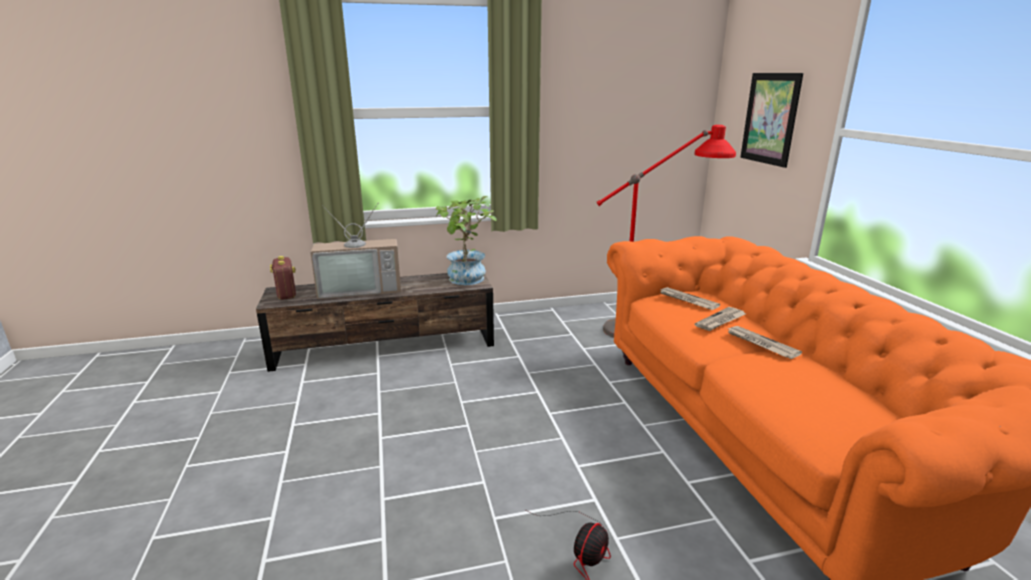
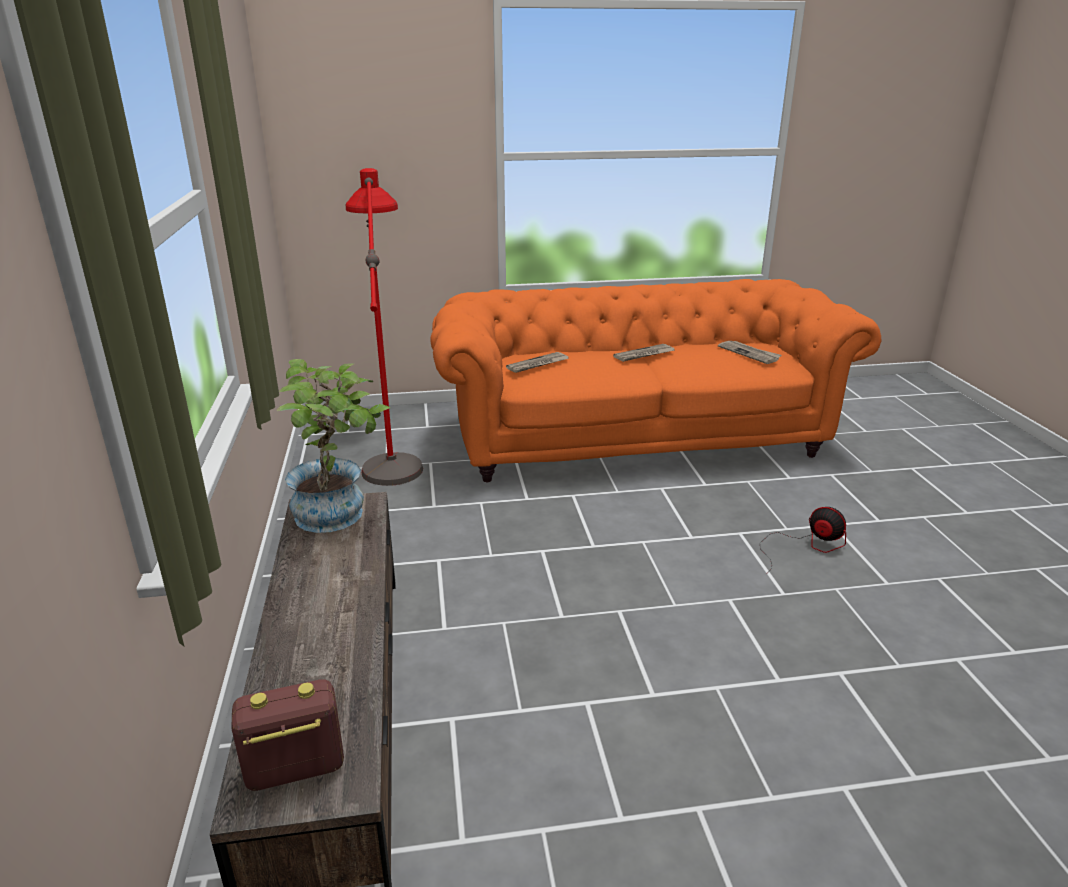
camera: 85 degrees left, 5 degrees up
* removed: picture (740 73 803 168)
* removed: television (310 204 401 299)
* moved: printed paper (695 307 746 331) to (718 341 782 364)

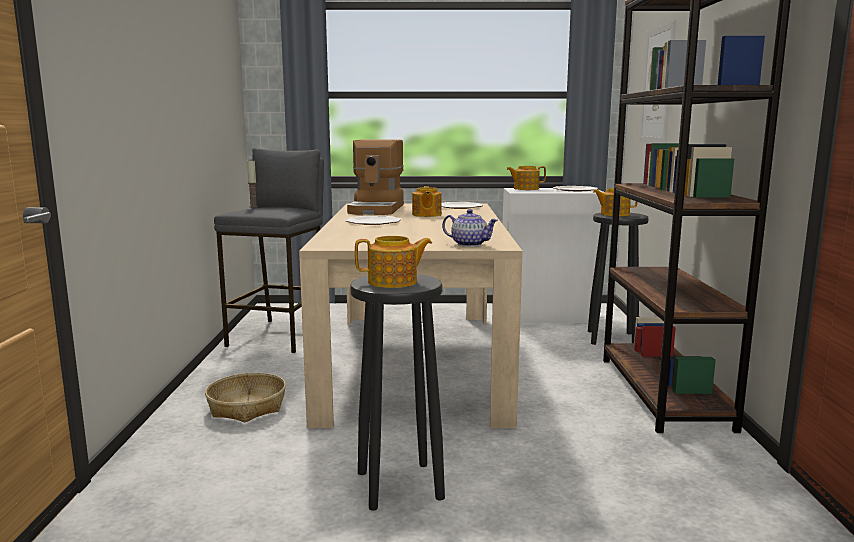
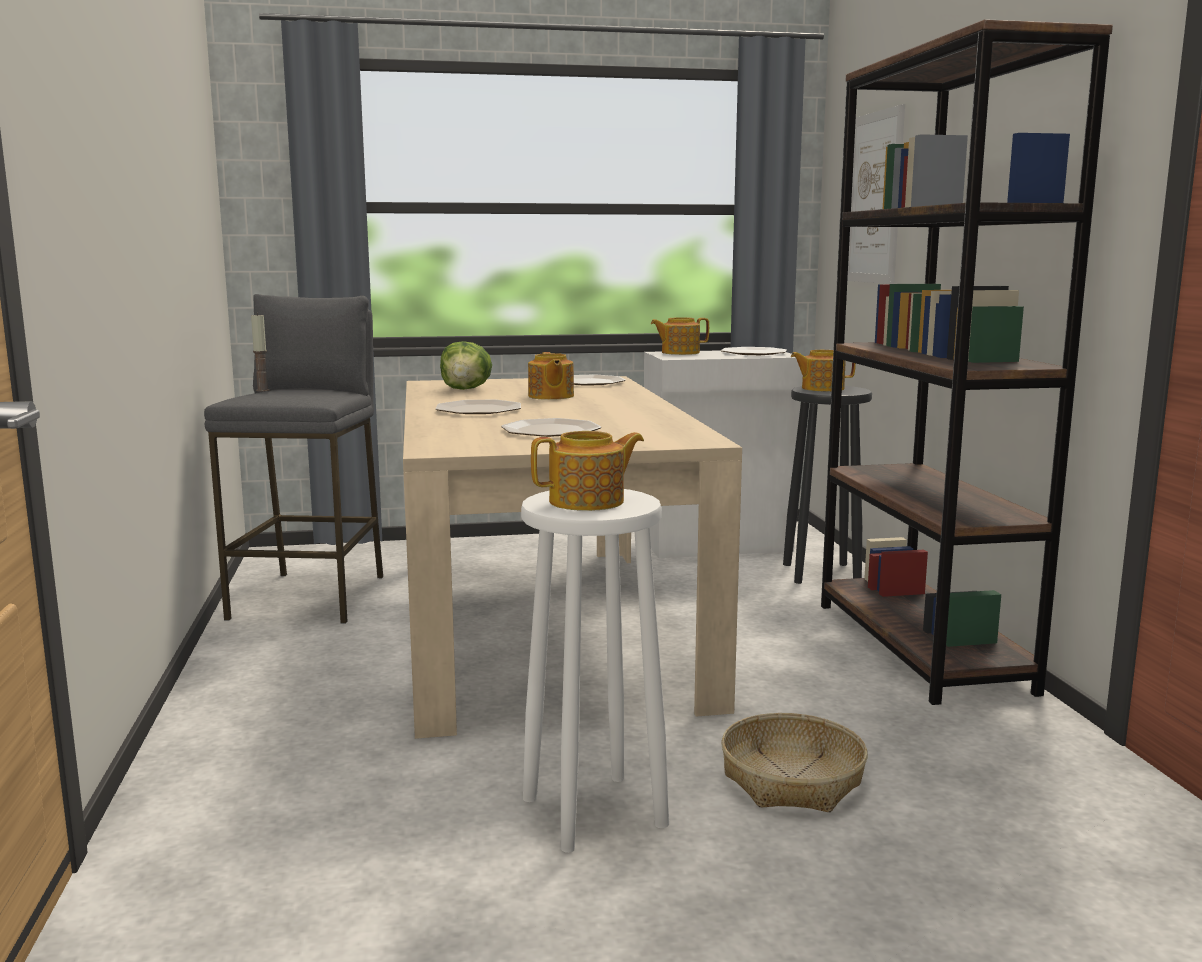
camera: 10 degrees left, 0 degrees up
* replaced: coffee brewer (347 139 404 215) to lettuce (440 341 492 390)
* removed: tea pot (442 209 498 247)
* recoloured: blackish stool (350 274 445 511) to white-coloured stool (521 489 669 853)
* moved: storage basket (205 373 286 422) to (721 713 868 812)
* added: dinner plate (501 418 601 437)

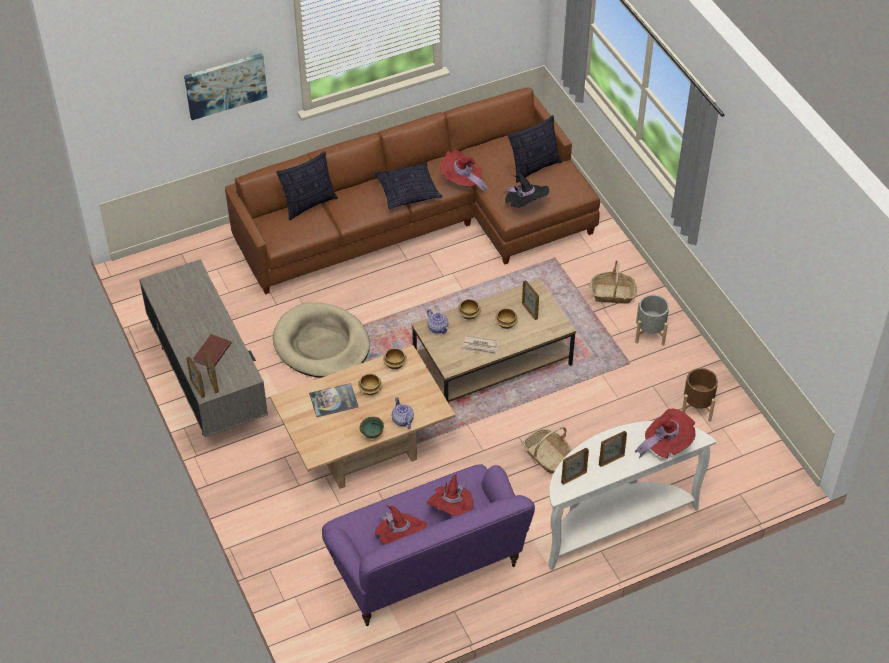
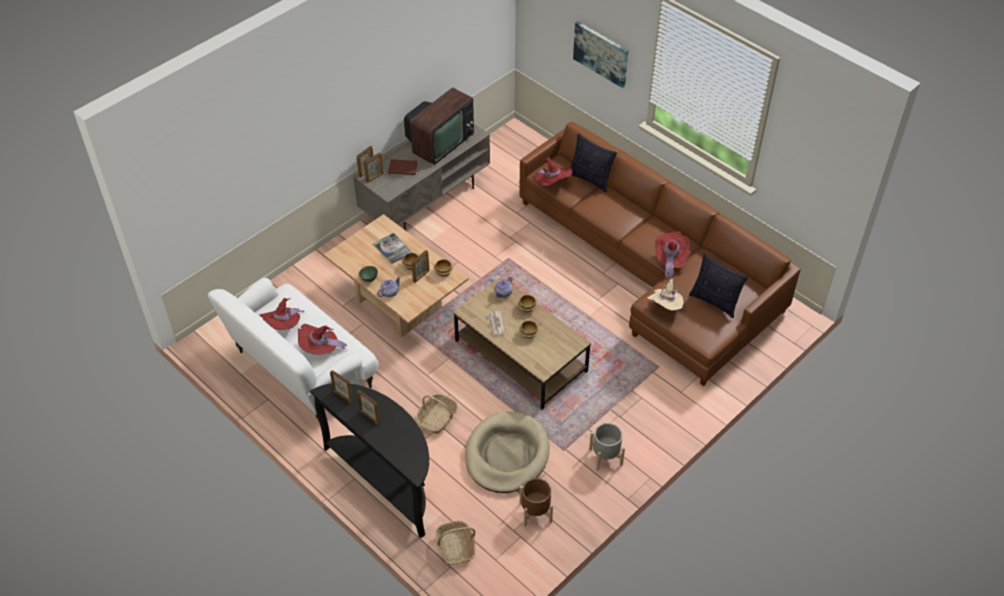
camera: 70 degrees right, 0 degrees up
* removed: pillow (374 161 442 210)
* recoloured: blackish clothing hat (504 174 549 208) to sand-coloured clothing hat (647 279 684 311)
* moved: storage basket (591 260 637 304) to (436 520 476 565)
* moved: picture frame (522 280 539 320) to (411 250 429 283)
* moved: sand-coloured pet bed (273 302 370 378) to (465 412 550 493)
* moved: red clothing hat (635 409 695 459) to (535 158 572 186)
* recoloured: white-coloured hall table (548 421 716 570) to blackish hall table (310 383 429 538)
* recoloured: purple sofa (322 464 535 626) to white-coloured sofa (208 278 379 420)
* added: television (404 87 474 165)

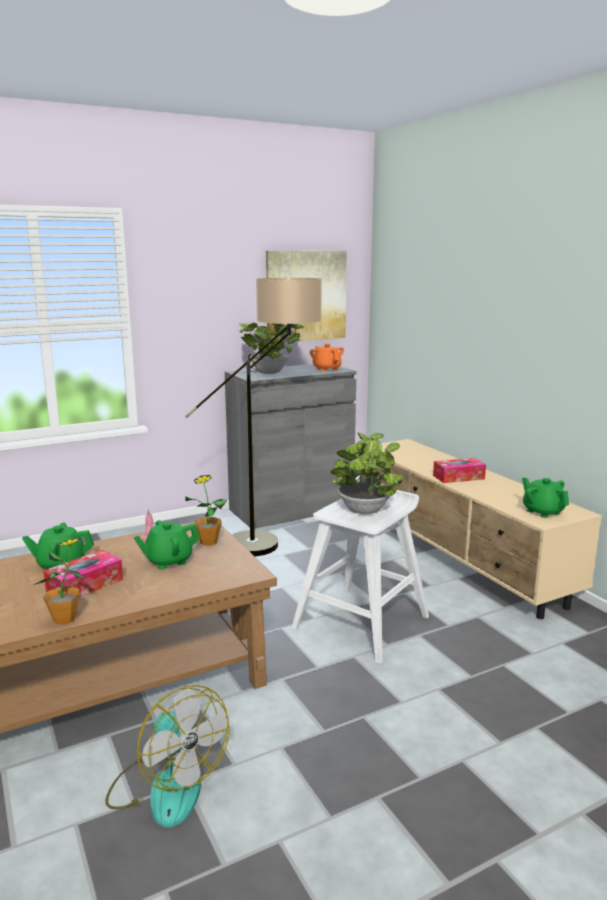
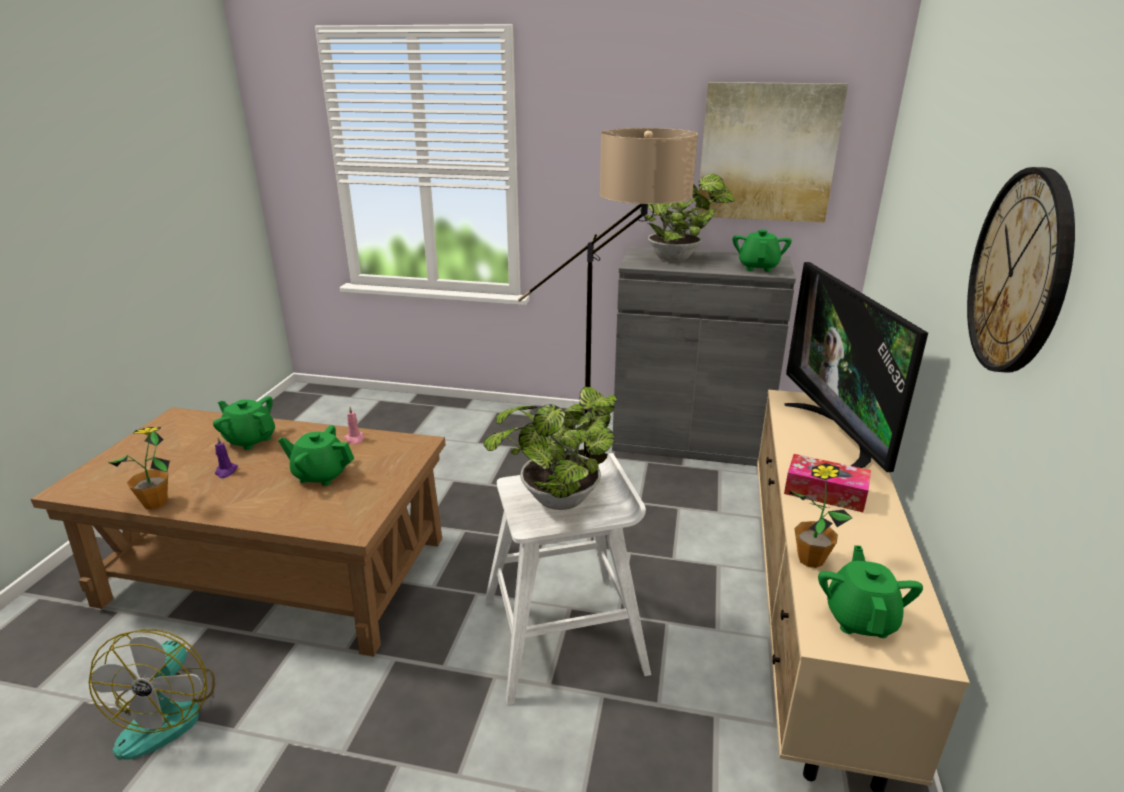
camera: 40 degrees right, 10 degrees up
* recoloured: orangey tea pot (310 344 344 372) to green tea pot (733 230 792 272)
* moved: houseplant (185 475 227 546) to (790 463 852 568)
* replaced: tissue holder (43 550 123 597) to purple wax candle (215 437 238 478)
* added: wall clock (967 167 1075 373)
* added: television (784 262 928 472)

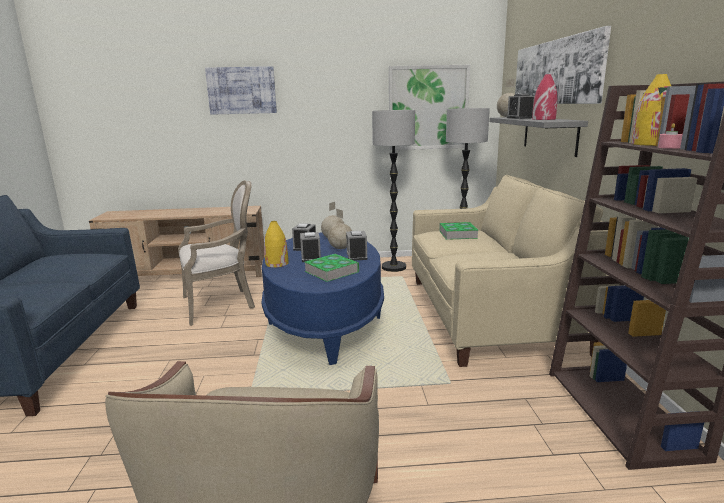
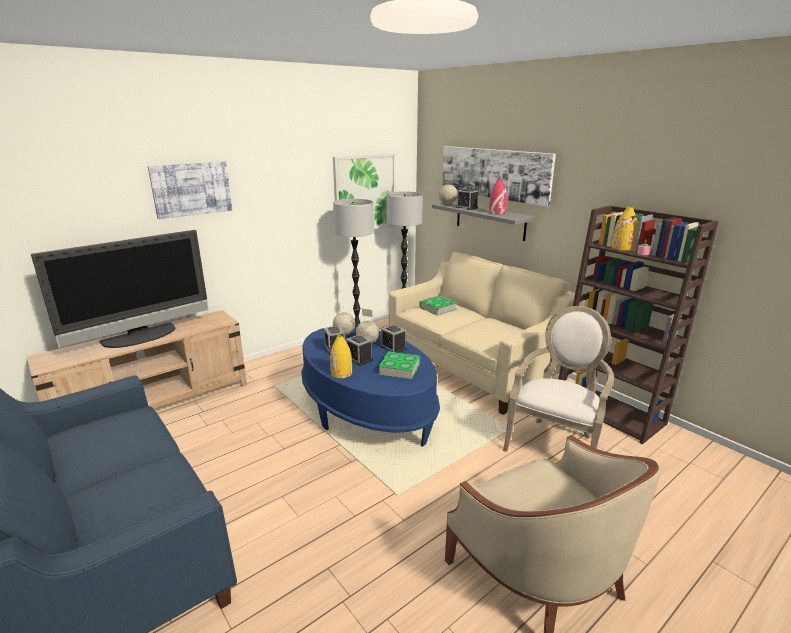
camera: 35 degrees left, 5 degrees up
* moved: armchair (178 180 255 326) to (503 306 614 452)
* added: television (31 230 208 348)

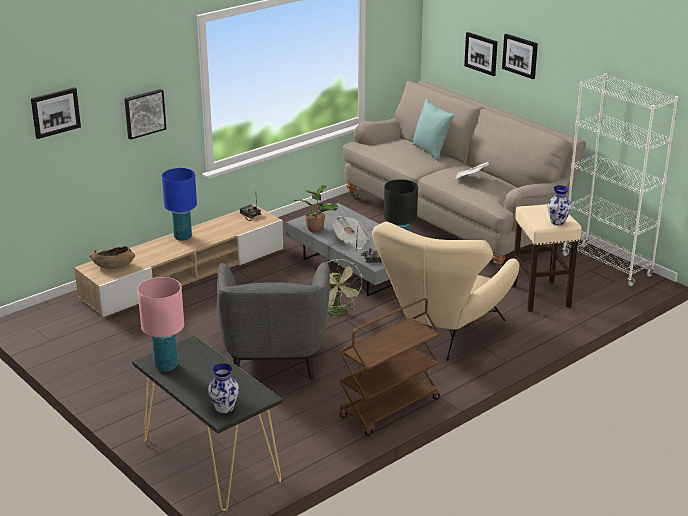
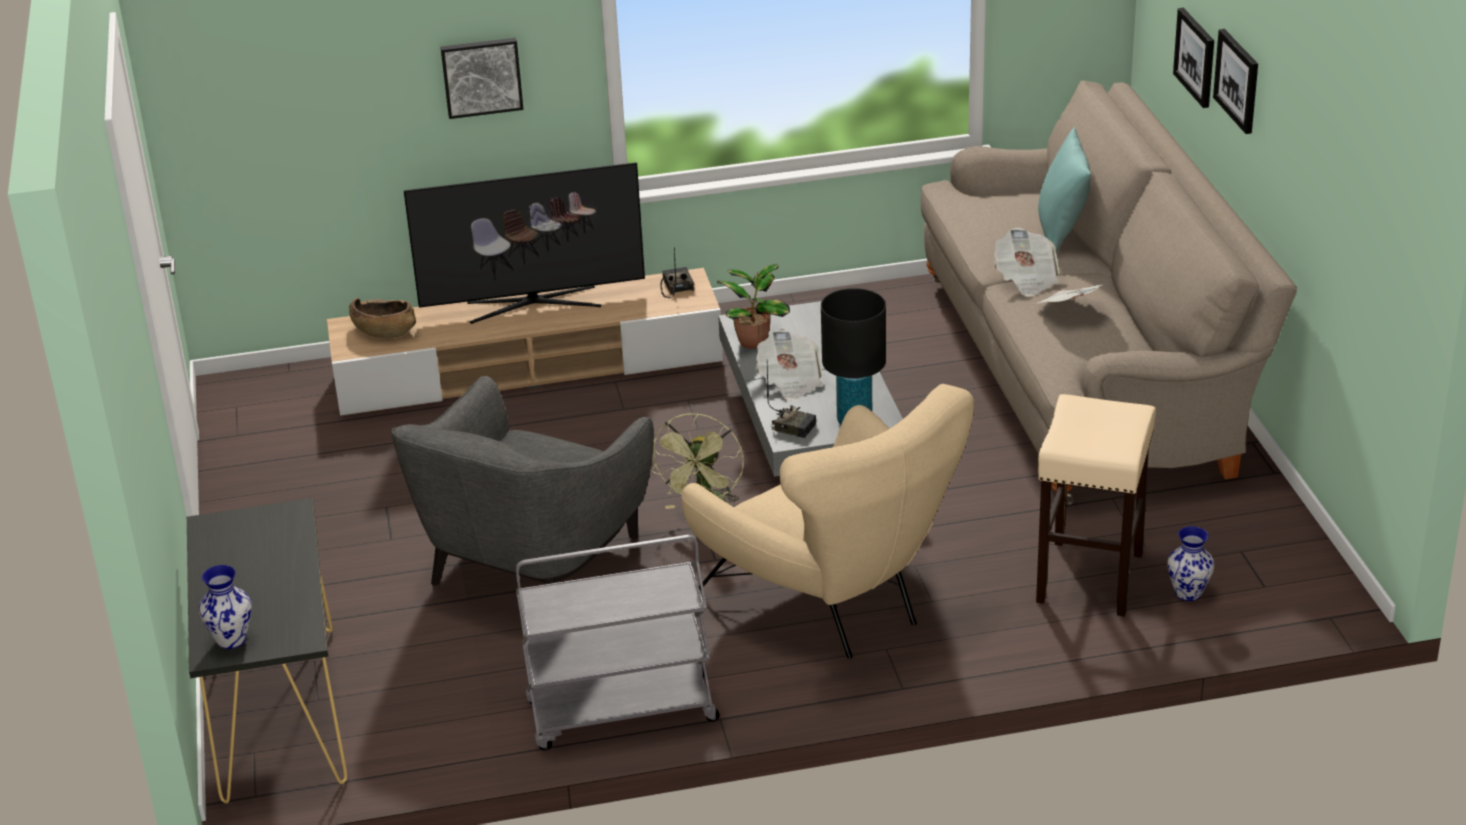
camera: 30 degrees right, 5 degrees up
* removed: white-coloured shelving unit (562 73 678 286)
* removed: picture (31 87 81 139)
* replaced: blue-coloured lamp for a table (162 168 197 241) to television (404 162 645 324)
* moved: vase (547 185 572 225) to (1167 526 1214 601)
* turned: sand-coloured armchair (372 222 519 361) = (681 384 974 659) 90 degrees counterclockwise
* removed: pink lamp for a table (137 277 184 372)
* recoloured: brown cart (338 297 440 436) to grey cart (516 535 720 750)
* added: printed paper (994 228 1059 297)

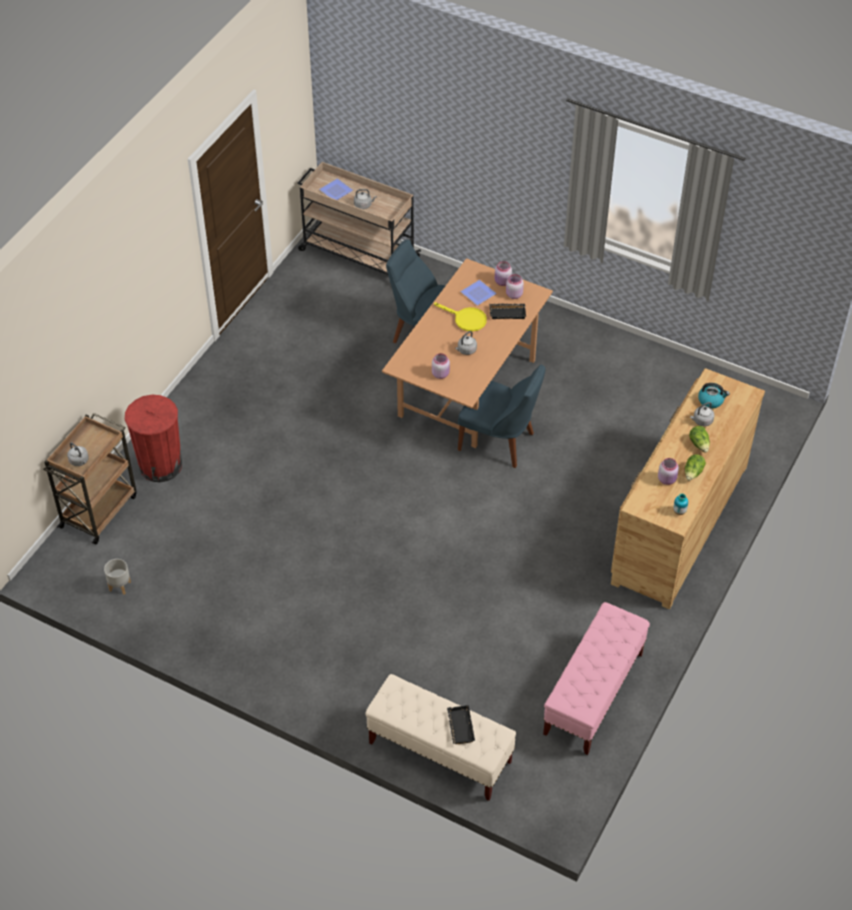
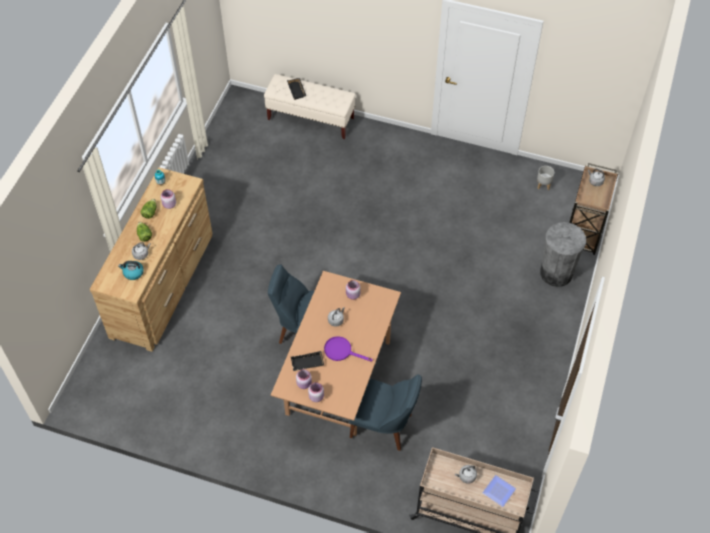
camera: 170 degrees right, 5 degrees up
* removed: dinner plate (460 280 497 305)
* recoloured: yellowish skillet (434 303 487 332) to purple skillet (324 336 373 361)
* recoloured: red trash can (125 395 182 482) to grey trash can (540 222 586 287)
* removed: pink bench (543 602 650 755)

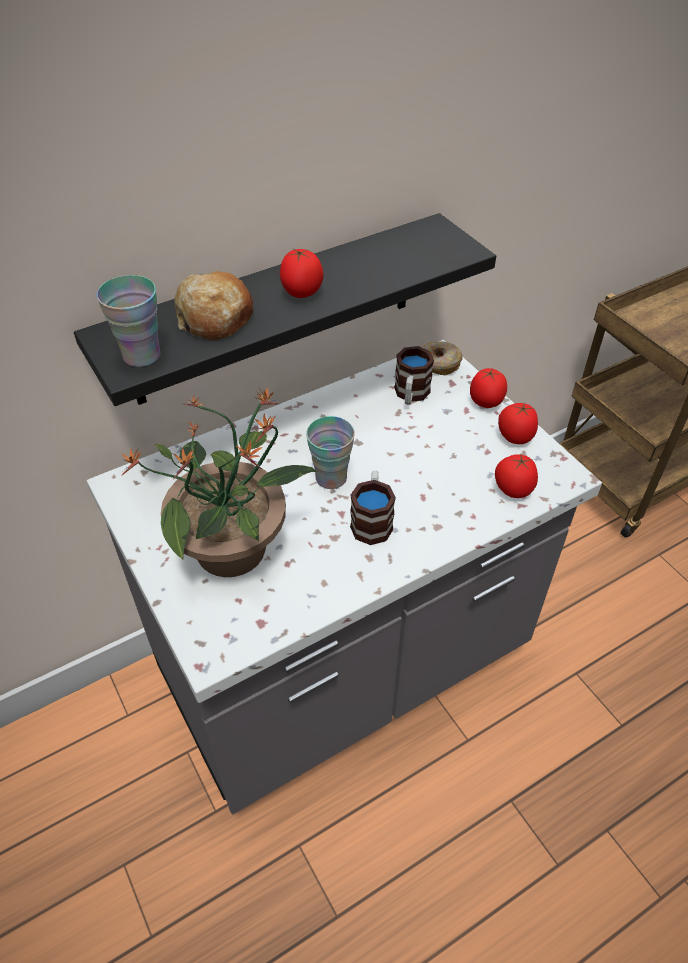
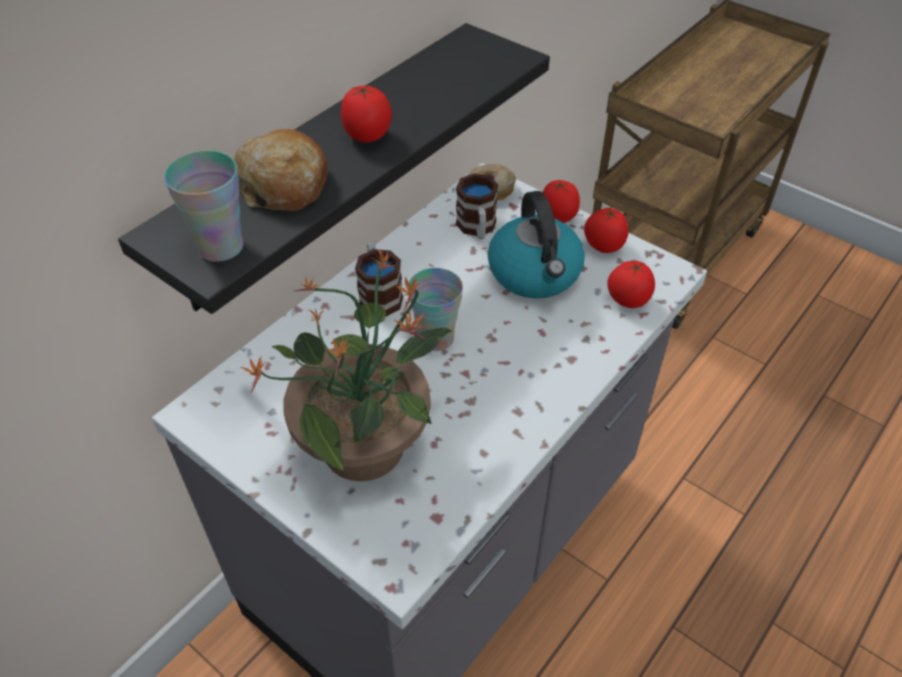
camera: 20 degrees left, 0 degrees up
* moved: tea mug (350 471 396 545) to (355 242 403 317)
* added: water kettle (488 191 585 299)

